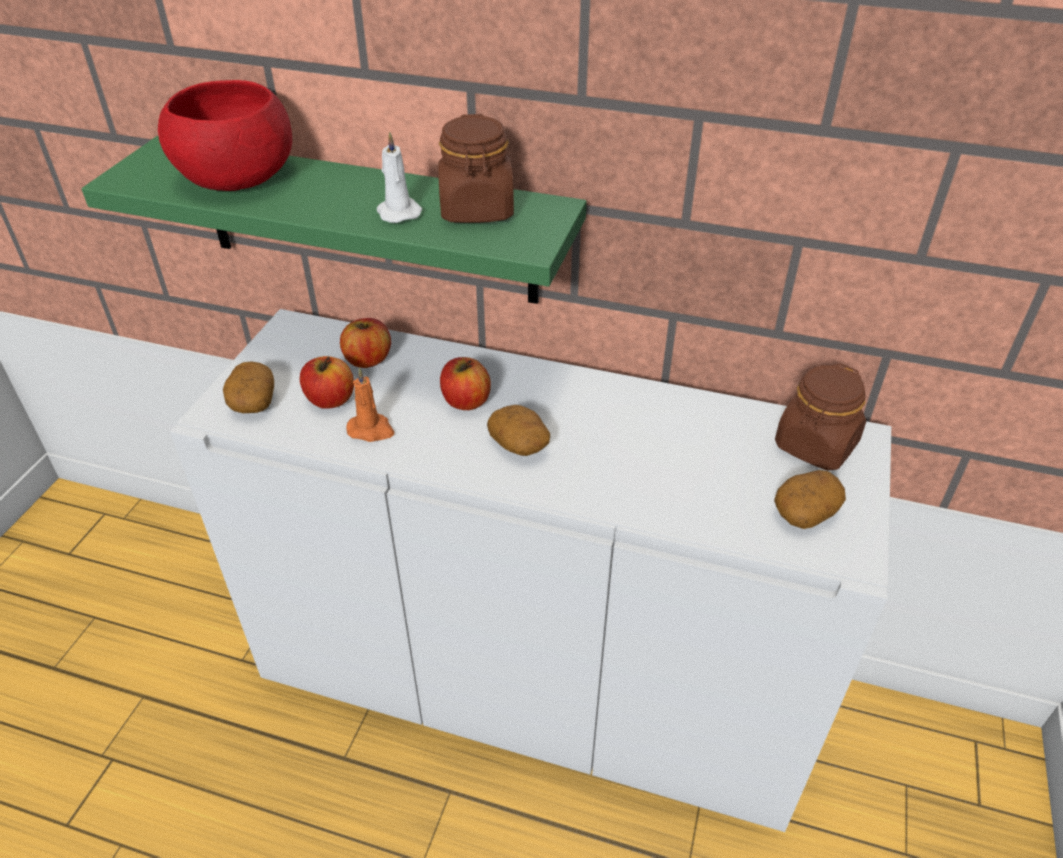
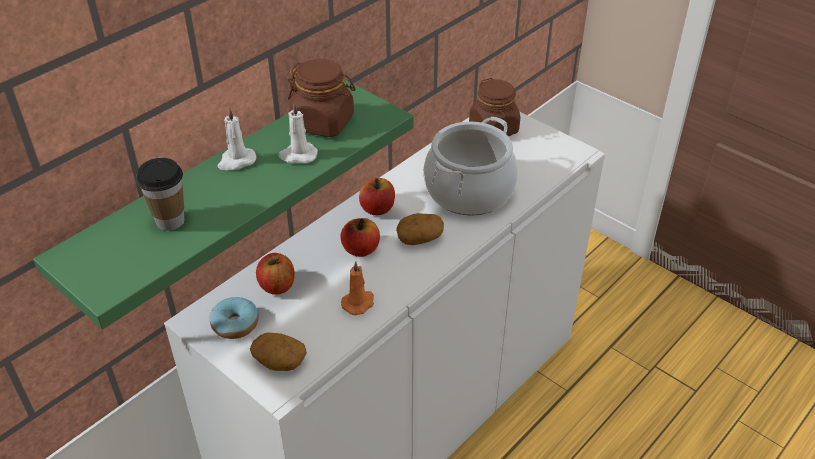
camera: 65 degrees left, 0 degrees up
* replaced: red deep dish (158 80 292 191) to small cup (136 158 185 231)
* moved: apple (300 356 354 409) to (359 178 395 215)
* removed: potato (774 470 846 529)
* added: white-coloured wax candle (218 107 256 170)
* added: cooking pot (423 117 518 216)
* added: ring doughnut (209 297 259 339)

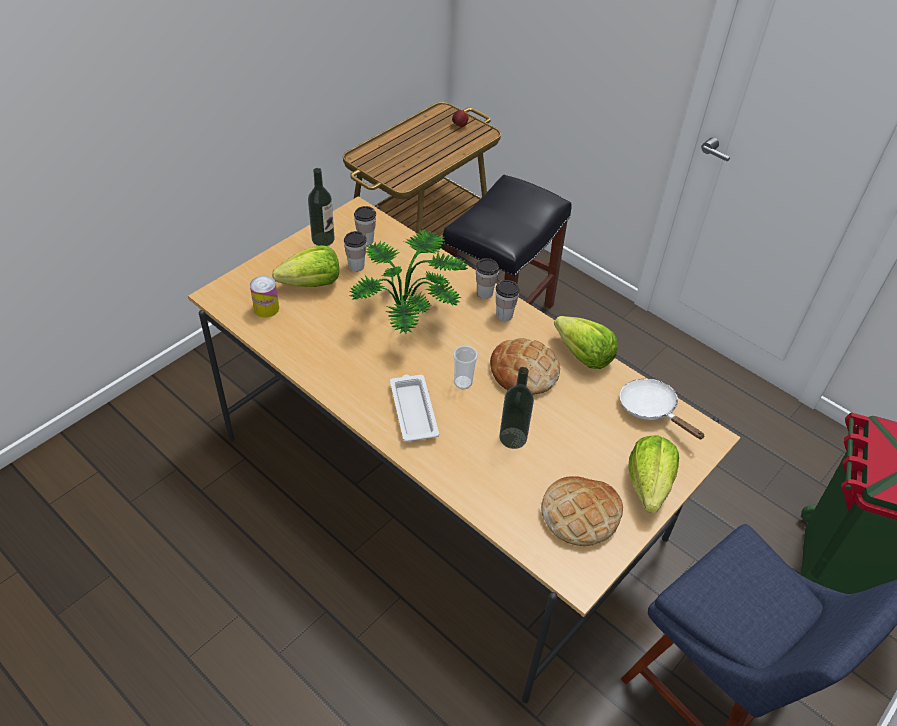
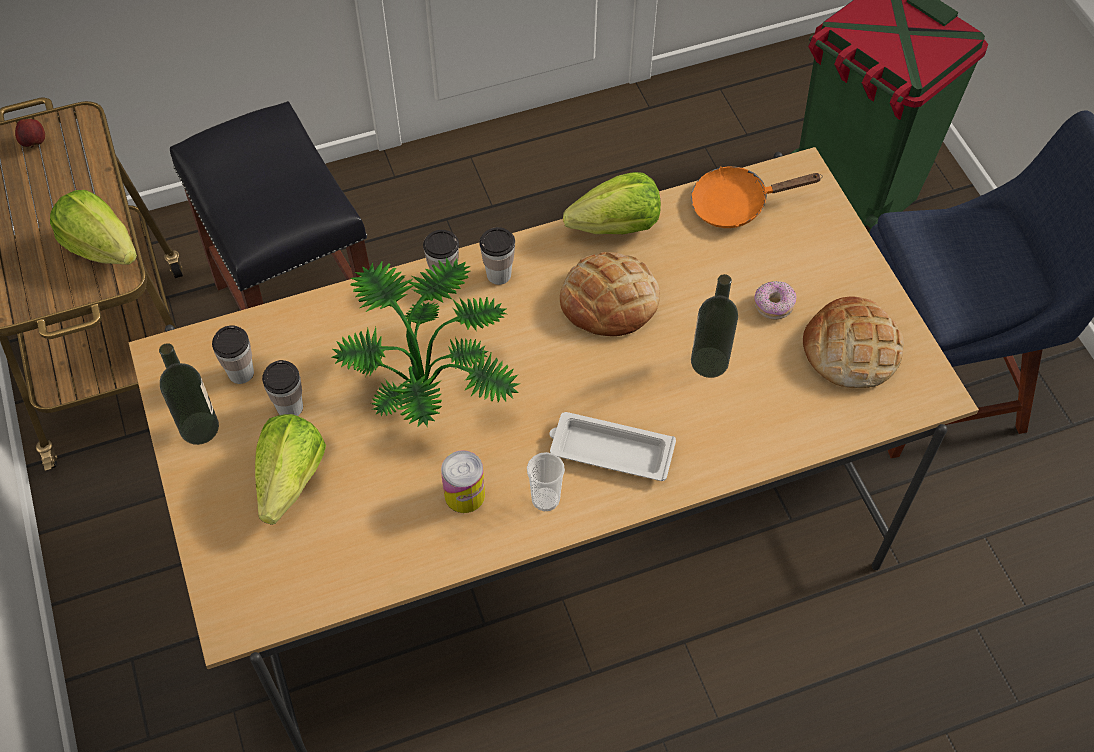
camera: 60 degrees left, 10 degrees up
* moved: metal can (250 276 279 318) to (441 450 485 513)
* moved: small cup (453 345 478 389) to (527 452 565 511)
* recoloured: white-coloured skillet (620 379 705 439) to orangey skillet (691 166 823 228)
* moved: lettuce (628 436 679 513) to (50 190 137 265)
* added: ring doughnut (754 281 796 320)

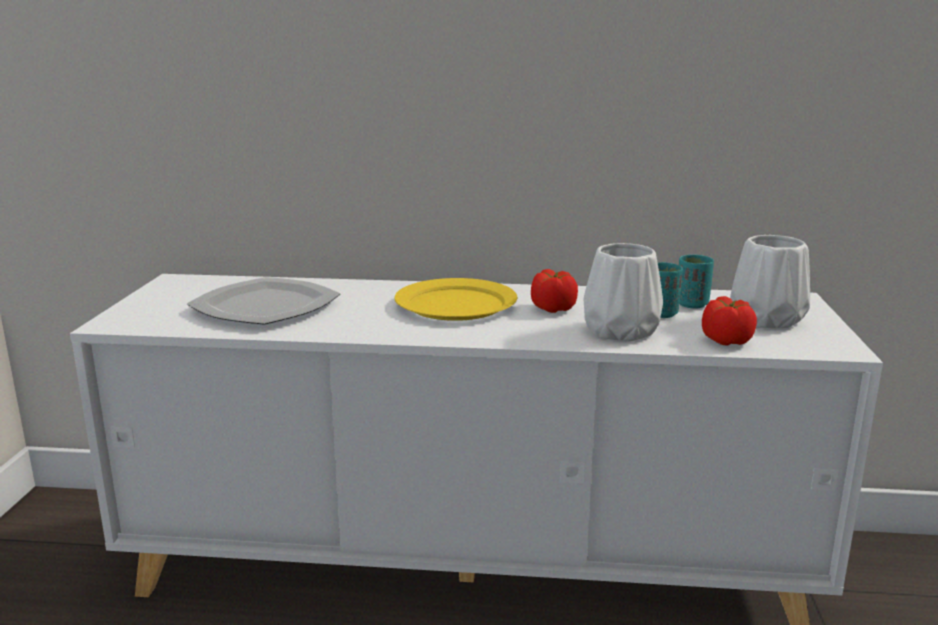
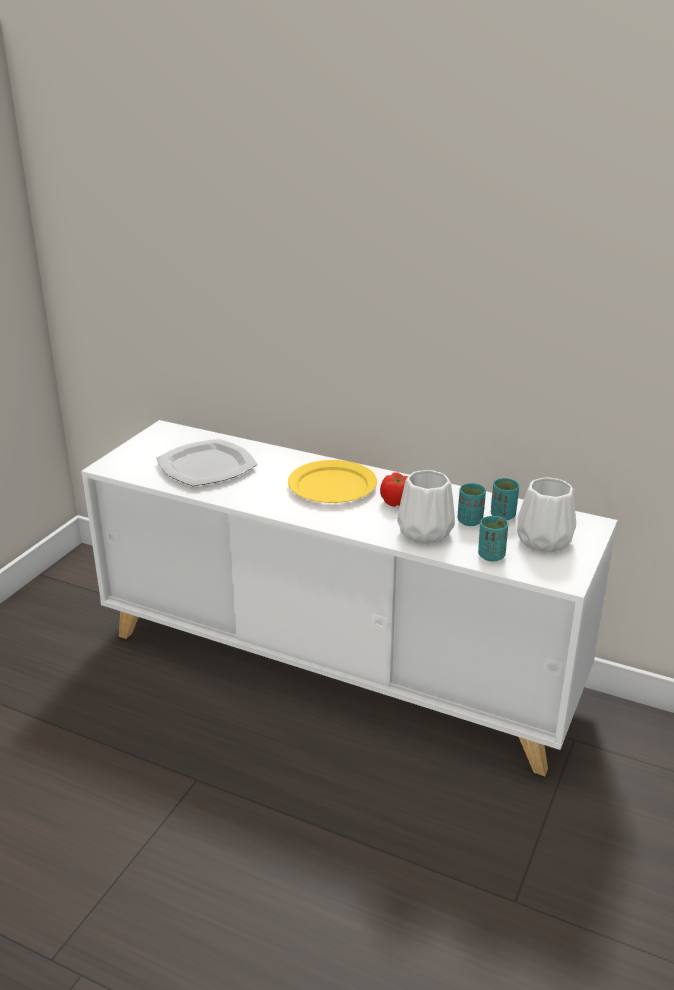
camera: 20 degrees right, 10 degrees up
* replaced: tomato (702 296 757 346) to turquoise small cup (478 516 508 561)

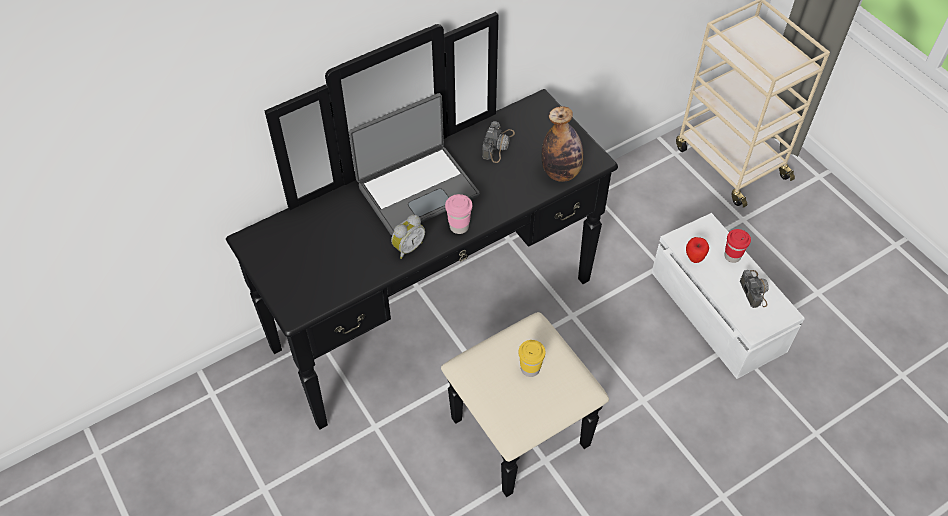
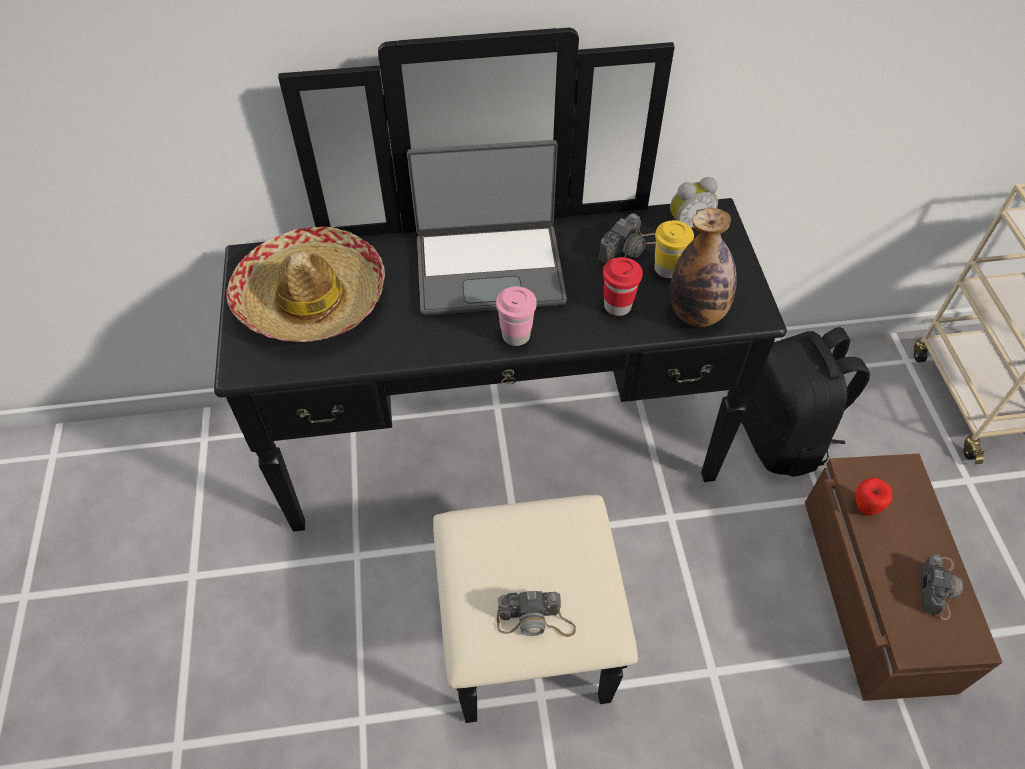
camera: 25 degrees right, 0 degrees up
* recoloured: white-coloured storage box (651 213 805 379) to brown storage box (805 454 1003 701)
* moved: bedside clock (391 215 425 259) to (670 177 718 228)
* moved: red small cup (724 229 751 263) to (603 257 643 316)
* moved: yellowish small cup (519 340 546 377) to (654 220 694 278)
* added: clothing hat (226 227 385 342)
* added: blackish knapsack (741 327 870 477)
* added: photo camera (497 591 576 637)

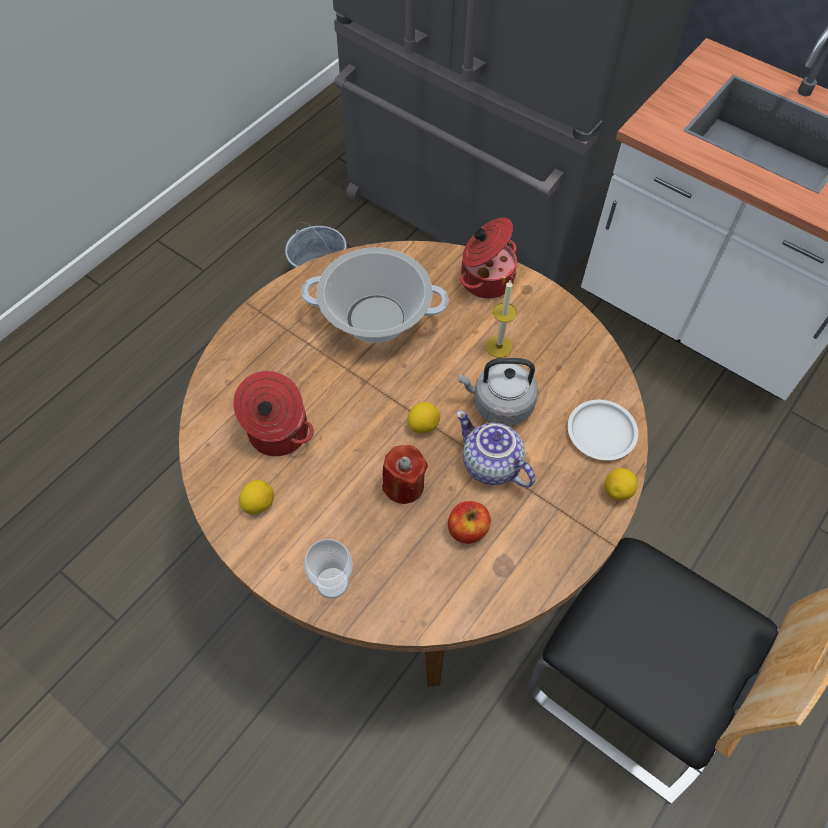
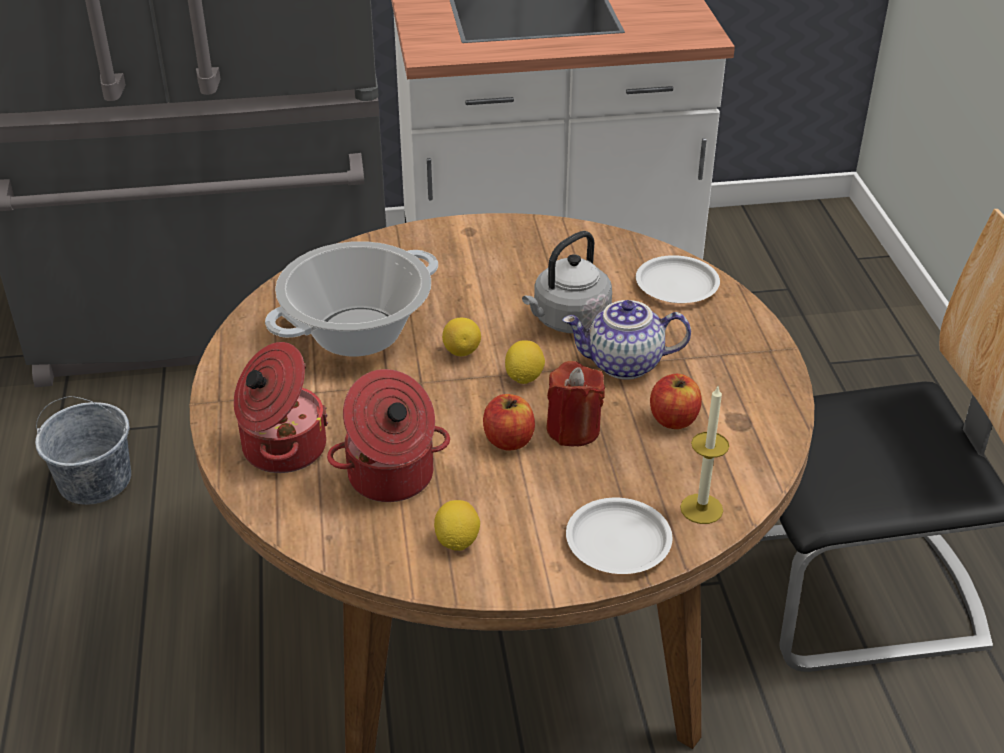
camera: 45 degrees left, 20 degrees down
* moved: cooking pot (460 218 517 299) to (234 342 328 473)
* moved: wax candle (486 280 517 358) to (680 386 729 524)
* moved: whole lemon (605 468 638 501) to (442 318 481 356)
* replaced: small cup (304 539 353 599) to white-coloured dinner plate (566 498 673 574)
* added: apple (483 394 535 451)

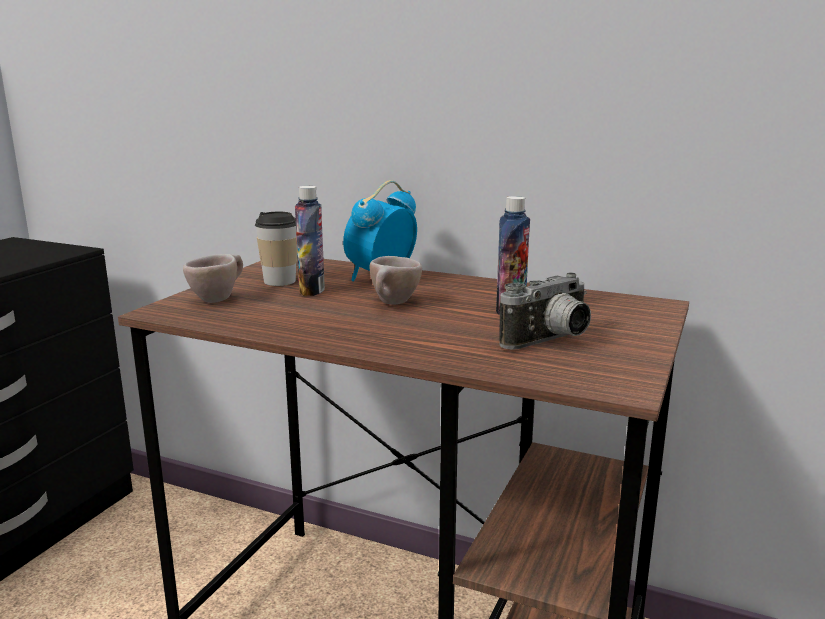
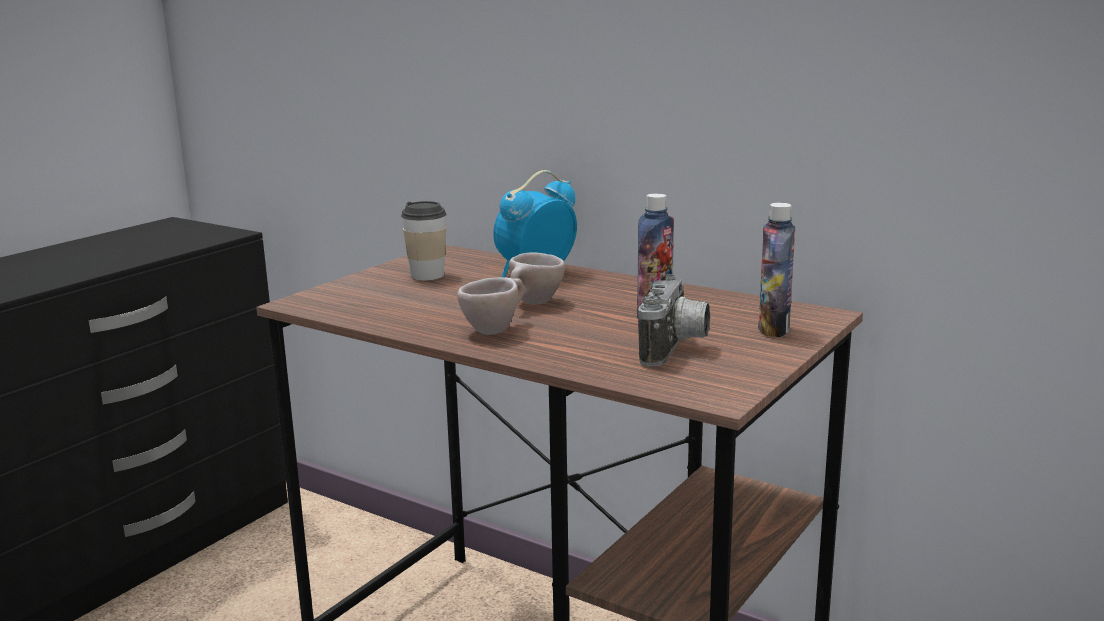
camera: 10 degrees right, 0 degrees up
* moved: drink bottle (295 186 325 296) to (758 203 795 337)
* moved: sand-coloured small cup (183 254 243 303) to (457 277 524 335)
* turned: photo camera (499 272 591 350) = (638 275 710 366) 45 degrees counterclockwise

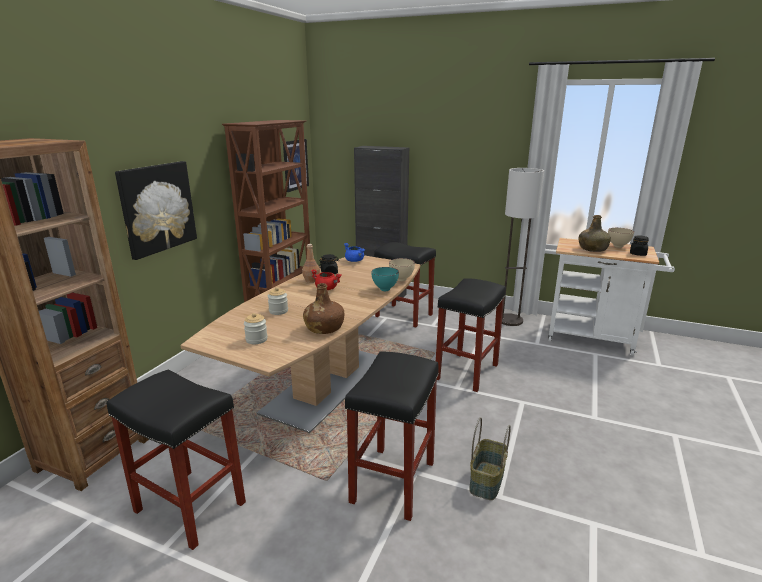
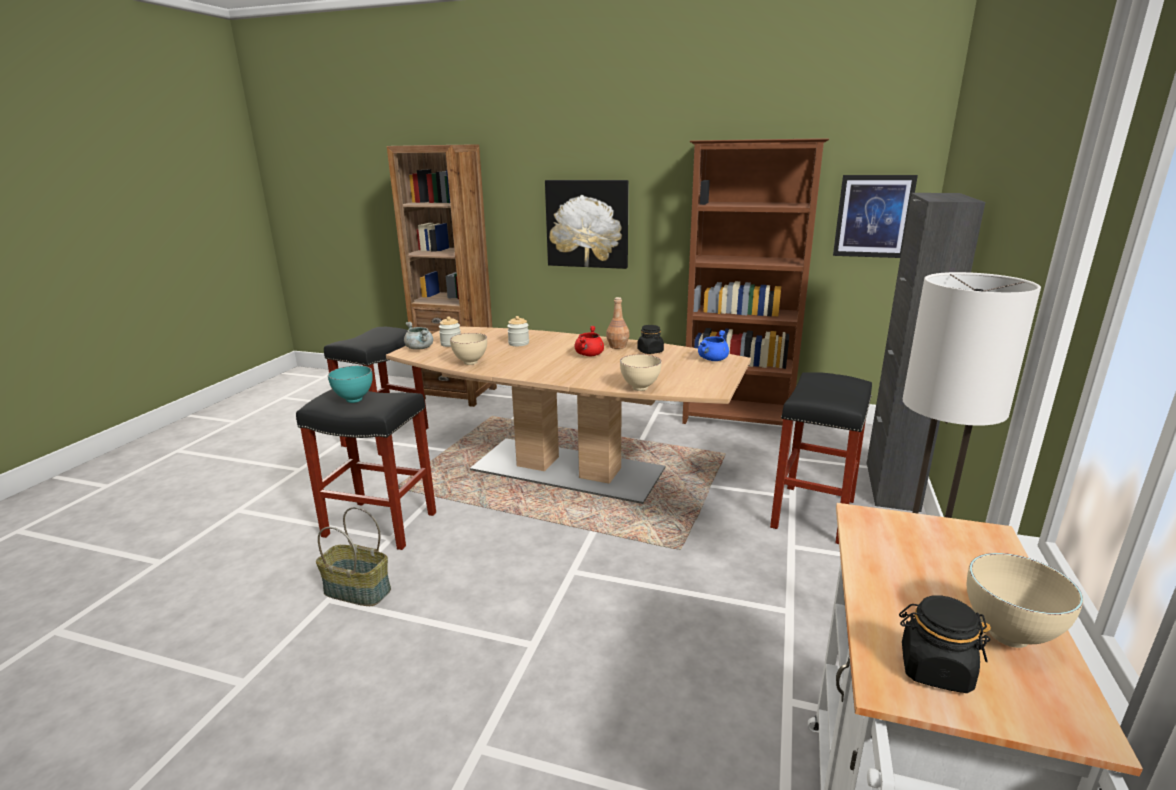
camera: 85 degrees right, 0 degrees up
* removed: green drink bottle (579 215 611 252)
* moved: turquoise deep dish (371 267 399 291) to (328 366 373 403)
* removed: blackish stool (436 278 506 392)
* replaced: brown drink bottle (303 283 344 334) to sand-coloured deep dish (450 333 487 365)
* added: grey cooking pot (404 322 433 350)

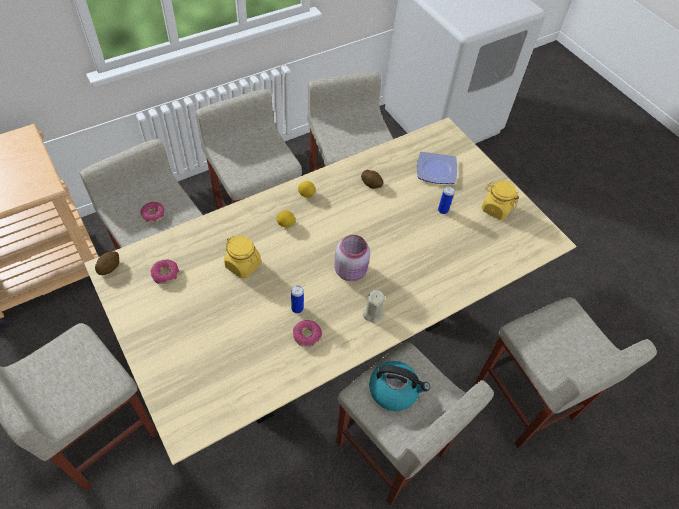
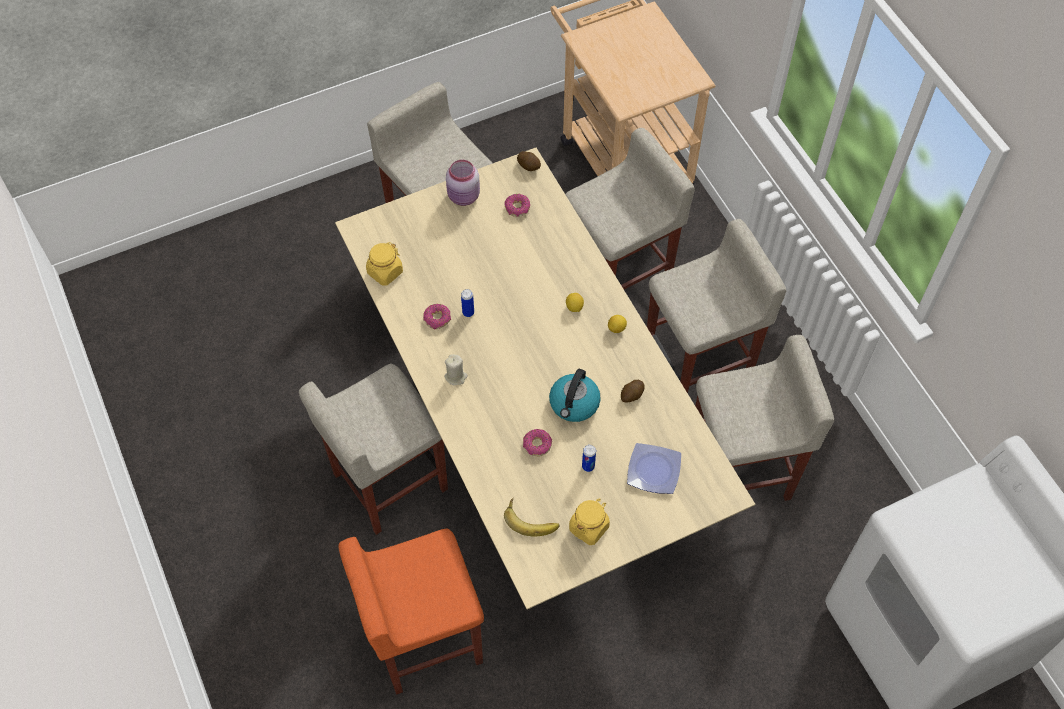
camera: 100 degrees right, 5 degrees up
* moved: ring doughnut (140 202 165 223) to (523 429 552 456)
* moved: pink storage jar (334 235 370 281) to (446 160 480 206)
* moved: yellowish storage jar (224 236 261 279) to (366 242 403 286)
* recoloured: sand-coloured stool (475 298 657 448) to orangey stool (339 529 484 695)
* moved: water kettle (369 361 430 411) to (549 369 601 422)
* added: whole banana (504 498 559 536)

